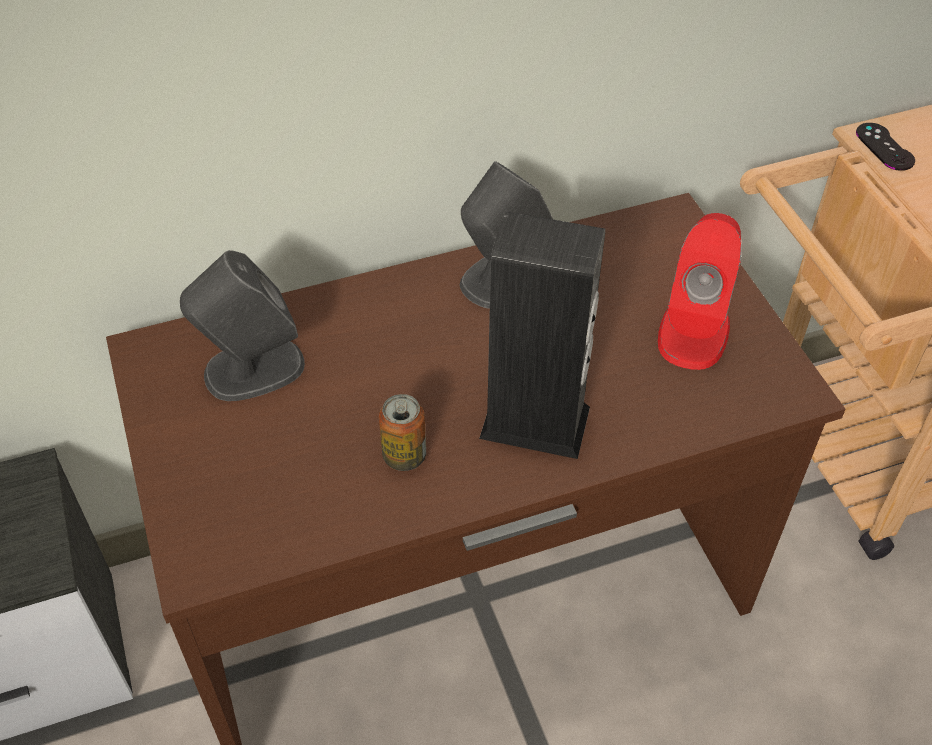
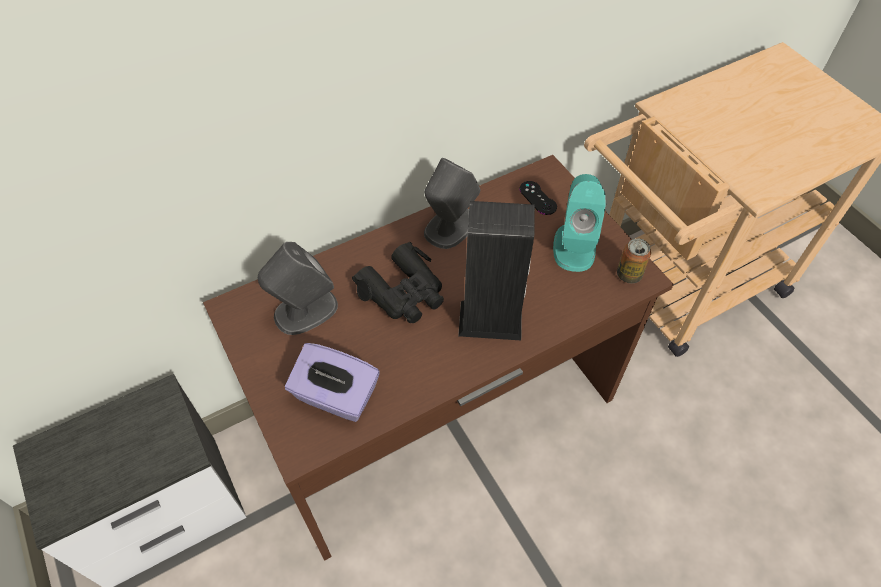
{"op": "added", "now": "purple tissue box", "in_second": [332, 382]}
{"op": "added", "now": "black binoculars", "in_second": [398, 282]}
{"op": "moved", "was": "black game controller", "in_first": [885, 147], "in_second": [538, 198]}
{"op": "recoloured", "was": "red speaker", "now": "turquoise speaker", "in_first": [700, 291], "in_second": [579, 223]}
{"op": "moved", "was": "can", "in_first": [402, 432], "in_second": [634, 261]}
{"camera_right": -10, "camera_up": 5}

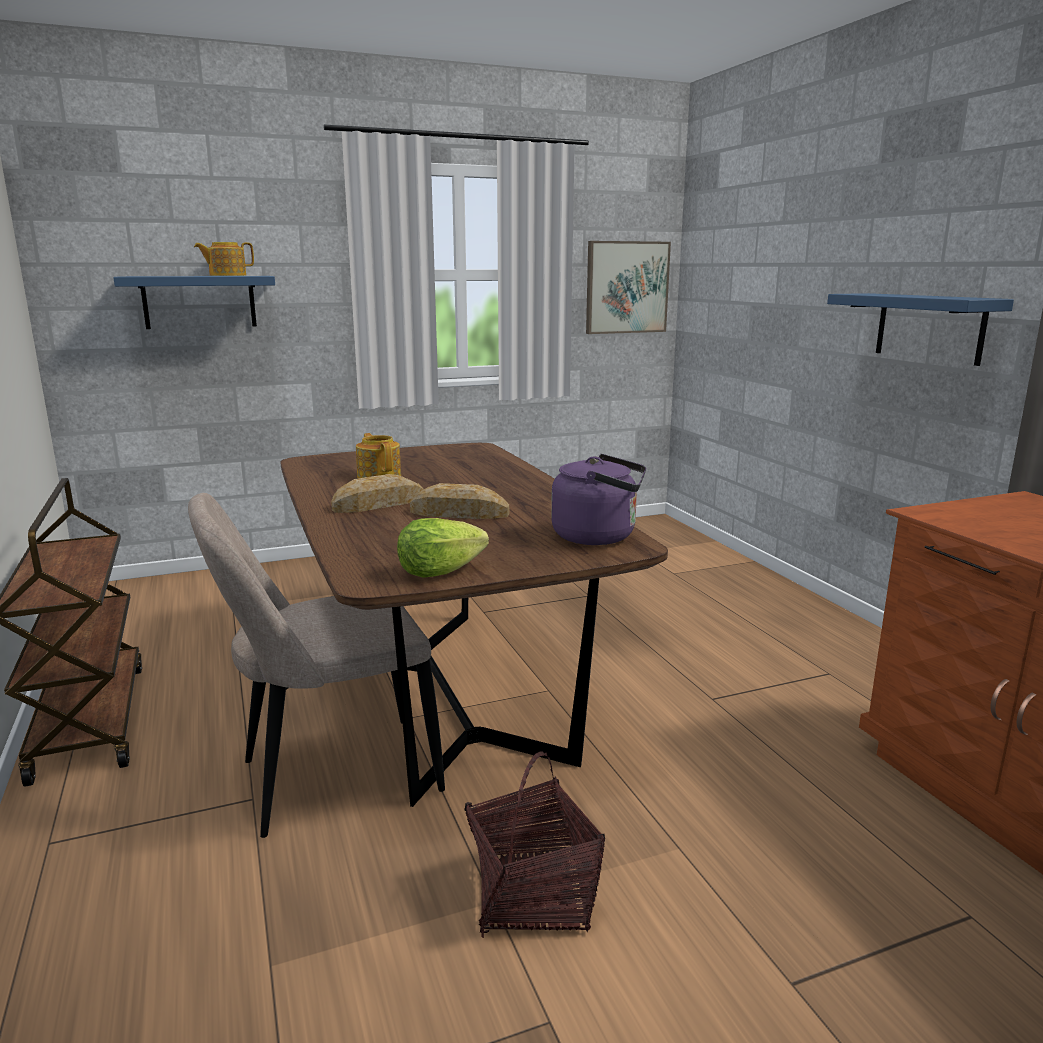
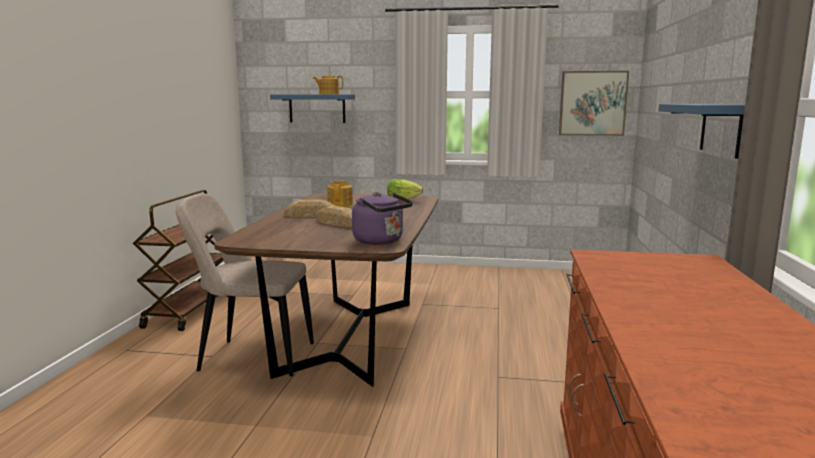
{"op": "moved", "was": "lettuce", "in_first": [443, 548], "in_second": [405, 190]}
{"op": "removed", "was": "basket", "in_first": [534, 845]}
{"camera_right": 30, "camera_up": -5}

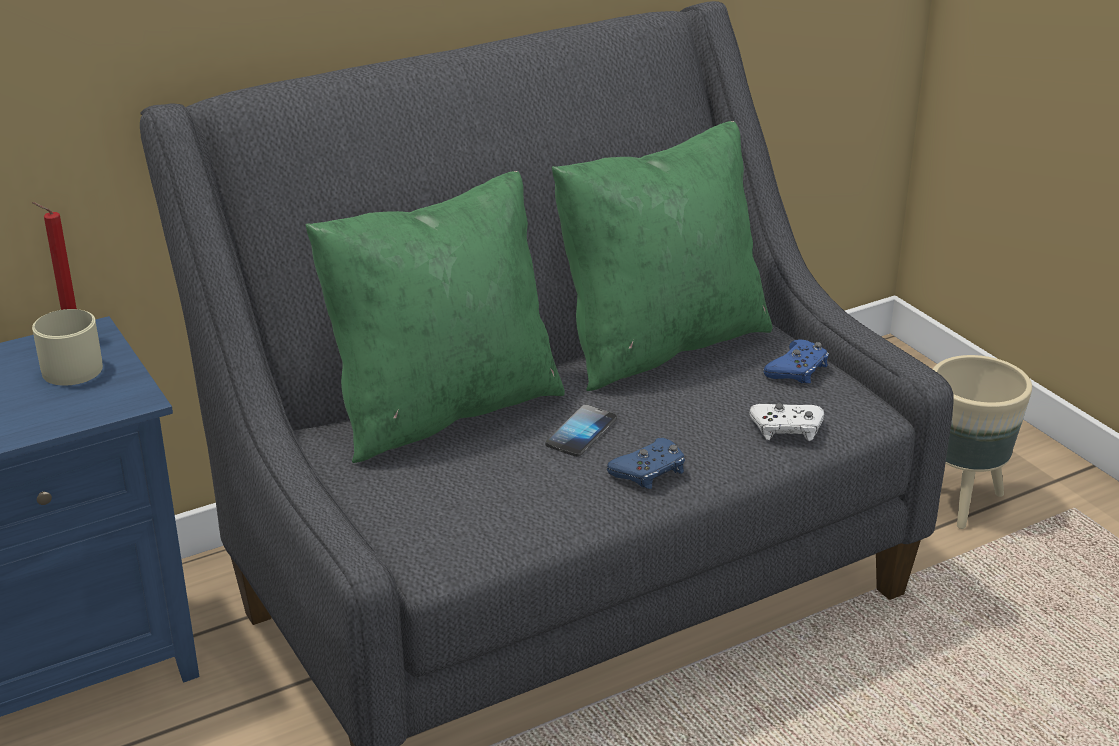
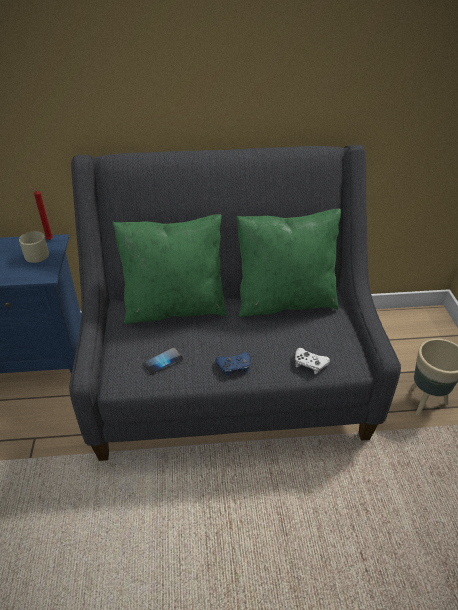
{"op": "moved", "was": "phone", "in_first": [581, 431], "in_second": [163, 361]}
{"op": "removed", "was": "blue game controller", "in_first": [796, 361]}
{"camera_right": 25, "camera_up": 10}

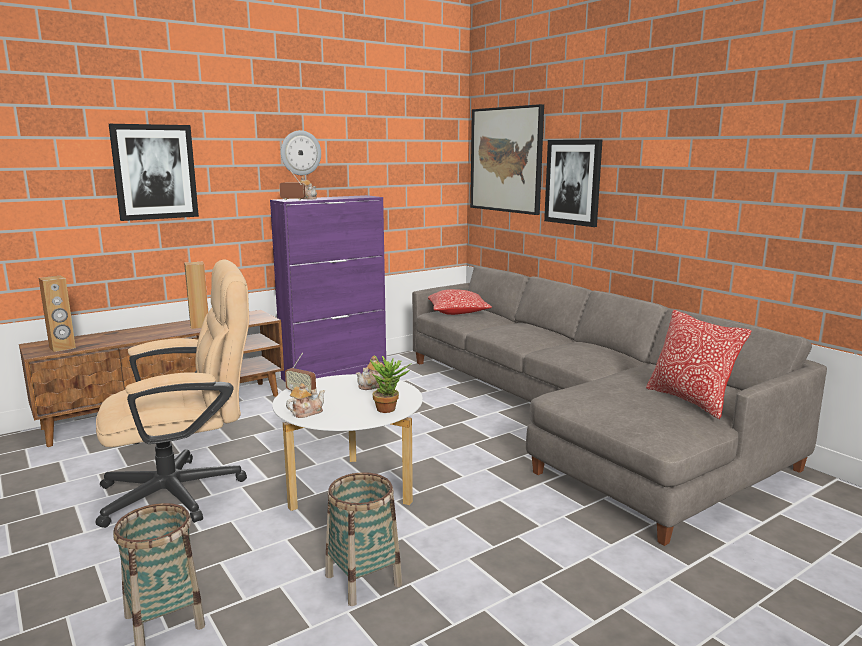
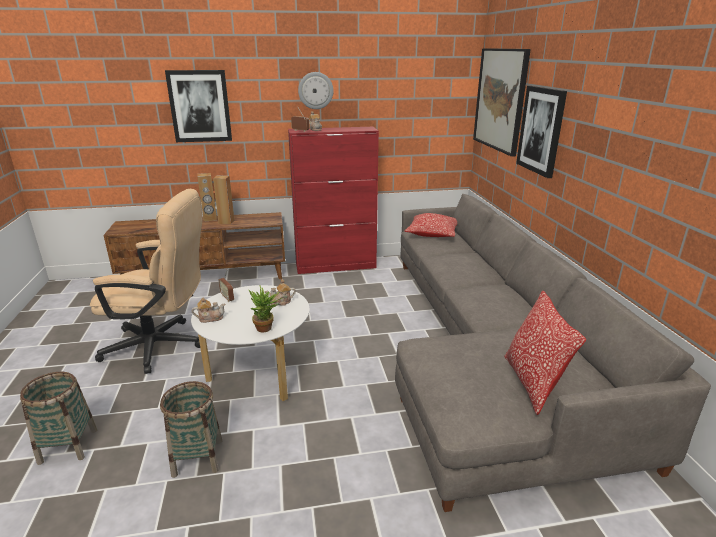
{"op": "moved", "was": "brown speaker", "in_first": [57, 314], "in_second": [207, 197]}
{"op": "recoloured", "was": "purple cabinet", "now": "red cabinet", "in_first": [328, 288], "in_second": [333, 200]}
{"camera_right": 25, "camera_up": 10}

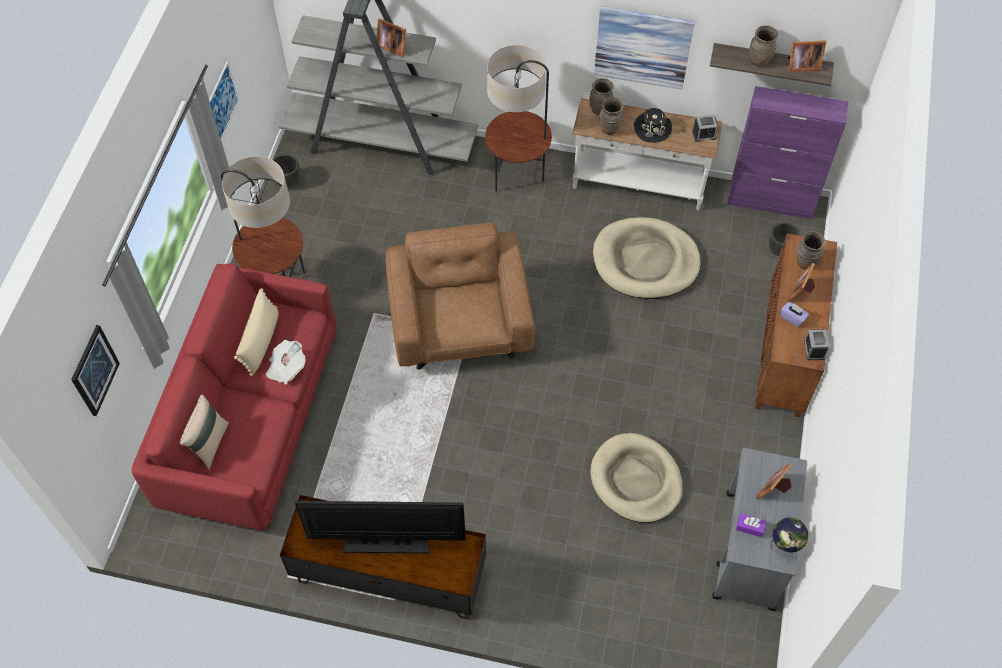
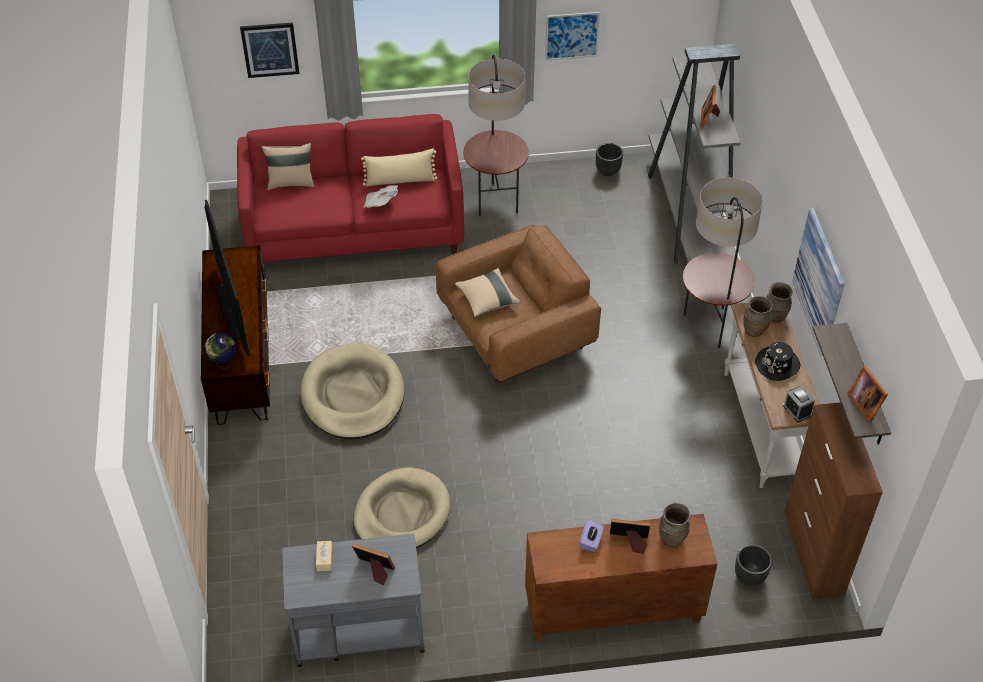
{"op": "moved", "was": "globe", "in_first": [789, 535], "in_second": [220, 351]}
{"op": "moved", "was": "beige dog bed", "in_first": [647, 258], "in_second": [352, 391]}
{"op": "recoloured", "was": "purple tissue box", "now": "beige tissue box", "in_first": [751, 525], "in_second": [324, 556]}
{"op": "added", "now": "beige pillow", "in_second": [487, 292]}
{"op": "recoloured", "was": "purple cabinet", "now": "brown cabinet", "in_first": [787, 152], "in_second": [833, 501]}
{"op": "removed", "was": "brown vase", "in_first": [763, 45]}
{"op": "removed", "was": "alarm clock", "in_first": [816, 344]}
{"camera_right": 70, "camera_up": -10}

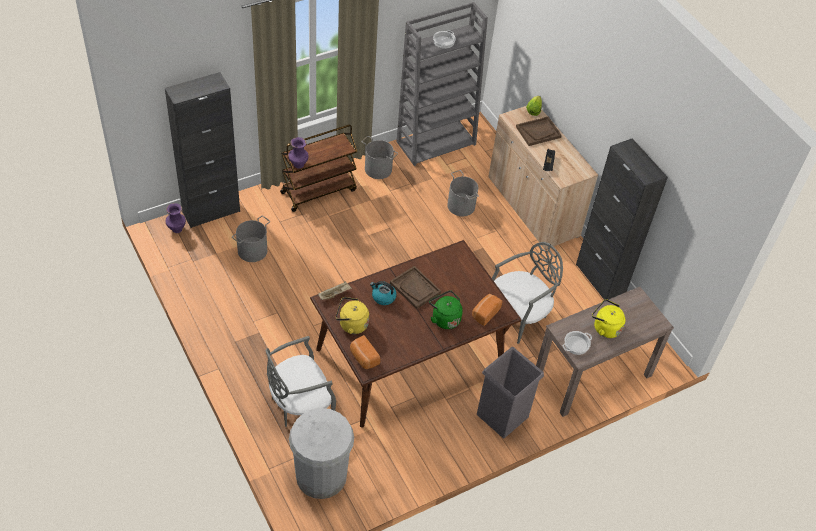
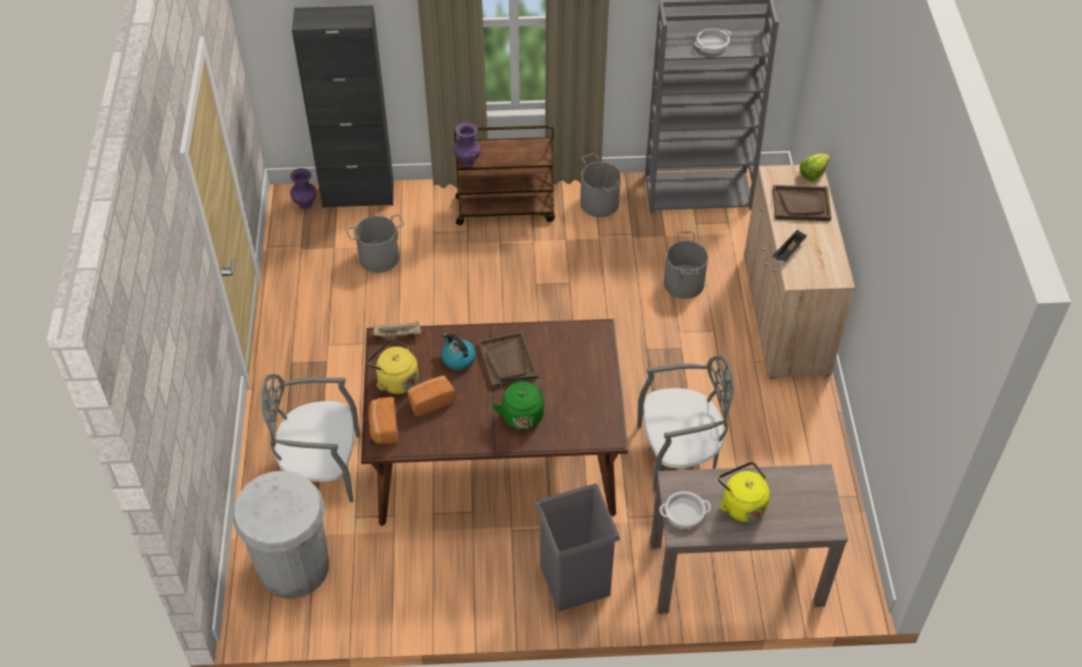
{"op": "moved", "was": "bread", "in_first": [487, 310], "in_second": [431, 396]}
{"op": "removed", "was": "black cabinet", "in_first": [622, 219]}
{"camera_right": 30, "camera_up": 0}

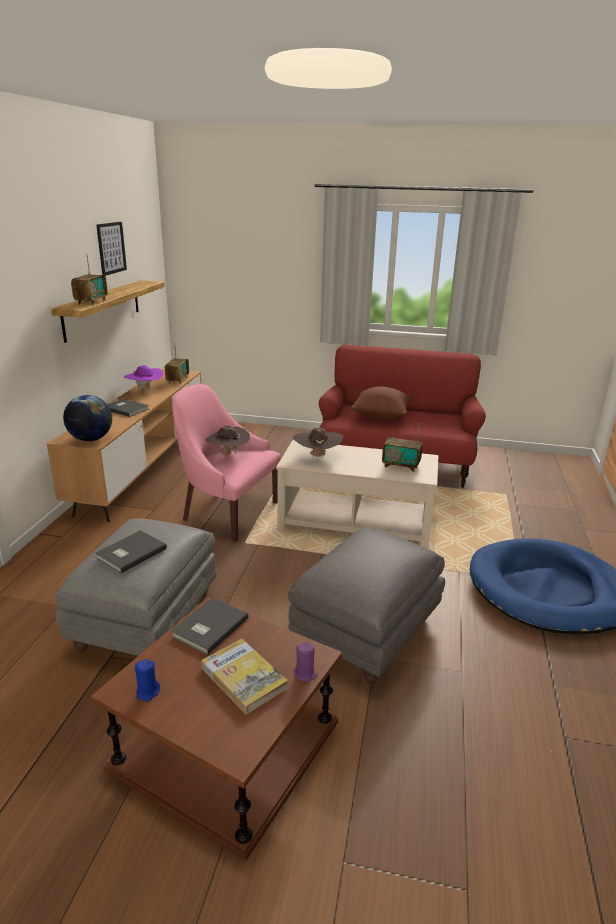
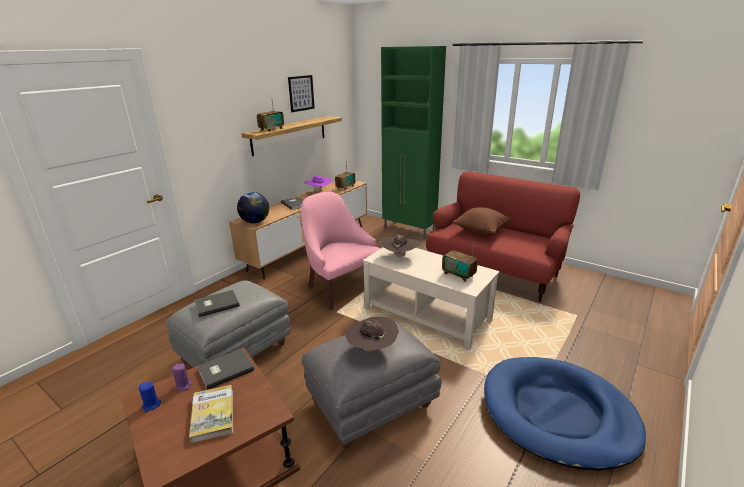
{"op": "moved", "was": "purple candle", "in_first": [305, 662], "in_second": [182, 377]}
{"op": "moved", "was": "brown hat", "in_first": [227, 440], "in_second": [372, 333]}
{"op": "added", "now": "green cabinet", "in_second": [413, 142]}
{"camera_right": 25, "camera_up": 0}

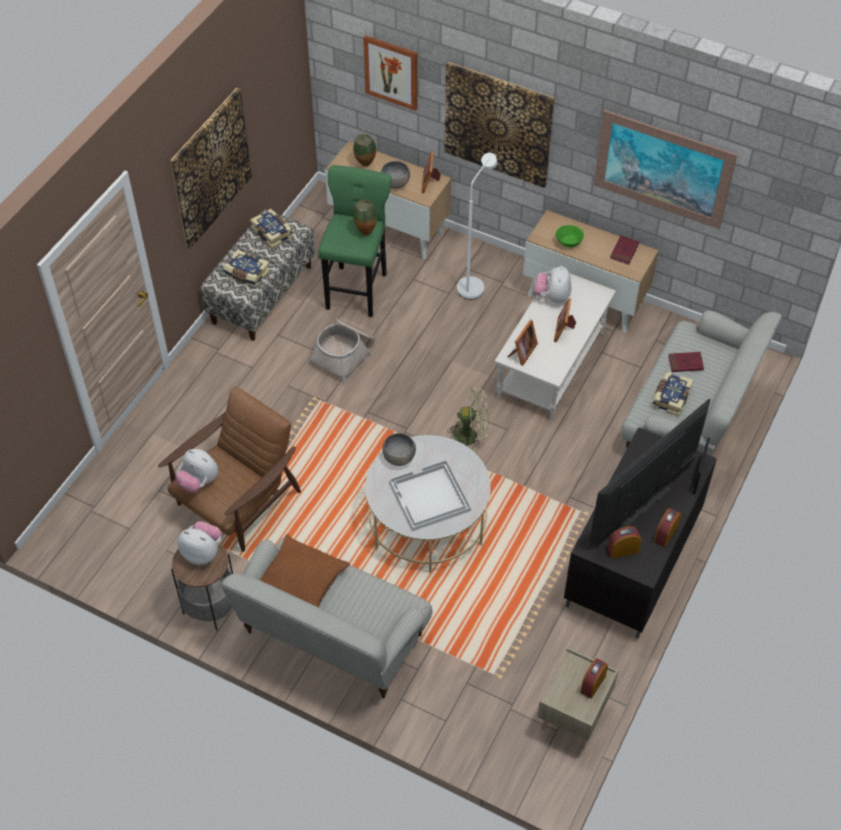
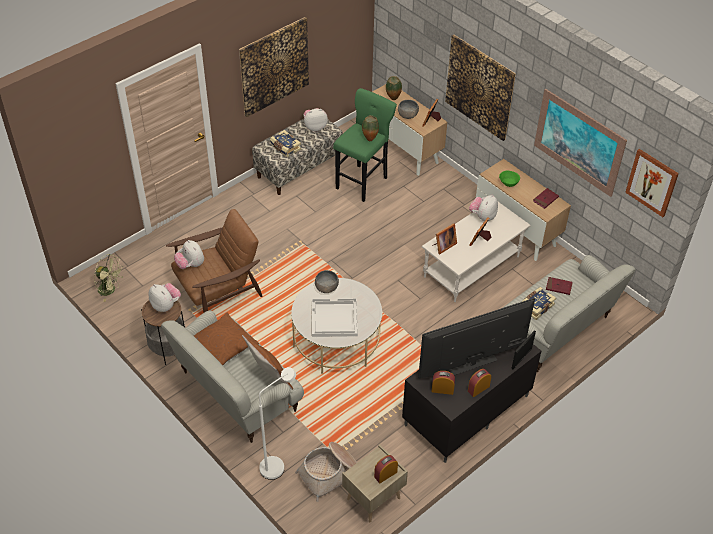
{"op": "moved", "was": "green fan", "in_first": [468, 420], "in_second": [109, 278]}
{"op": "added", "now": "brown pillow", "in_second": [267, 362]}
{"op": "moved", "was": "white floor lamp", "in_first": [477, 226], "in_second": [277, 423]}
{"op": "moved", "was": "basket", "in_first": [341, 351], "in_second": [326, 472]}
{"op": "replaced", "was": "book", "now": "plush toy", "in_first": [271, 229], "in_second": [316, 119]}
{"op": "moved", "was": "picture", "in_first": [390, 73], "in_second": [652, 183]}
{"camera_right": 20, "camera_up": -5}

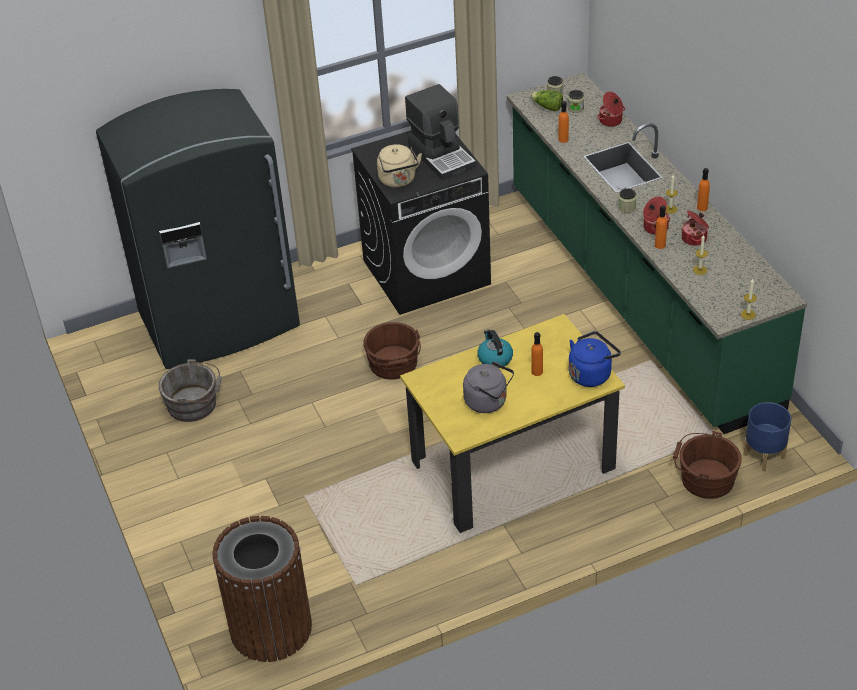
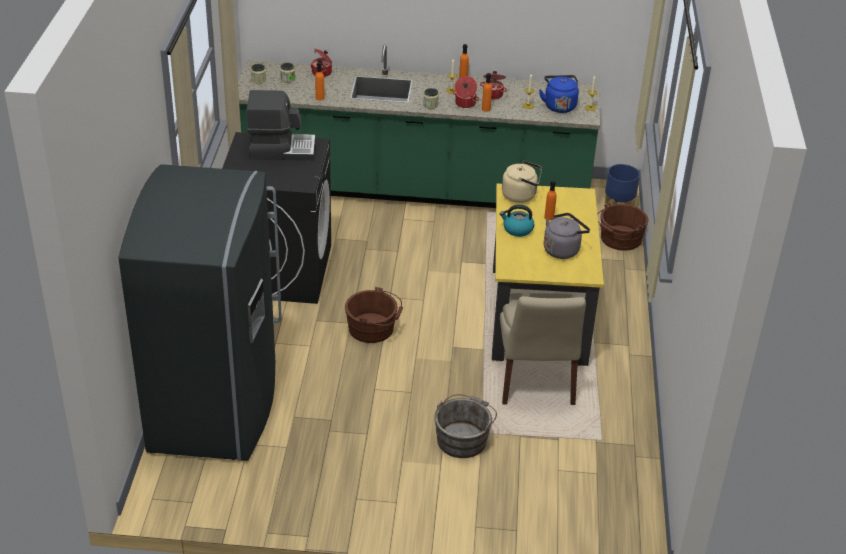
{"op": "moved", "was": "grey bucket", "in_first": [190, 390], "in_second": [465, 426]}
{"op": "added", "now": "beige chair", "in_second": [543, 349]}
{"op": "moved", "was": "beige kettle", "in_first": [399, 165], "in_second": [522, 182]}
{"op": "moved", "was": "blue kettle", "in_first": [595, 359], "in_second": [559, 94]}
{"op": "removed", "was": "brown trash can", "in_first": [262, 589]}
{"op": "removed", "was": "lettuce", "in_first": [546, 100]}
{"camera_right": -65, "camera_up": -5}

